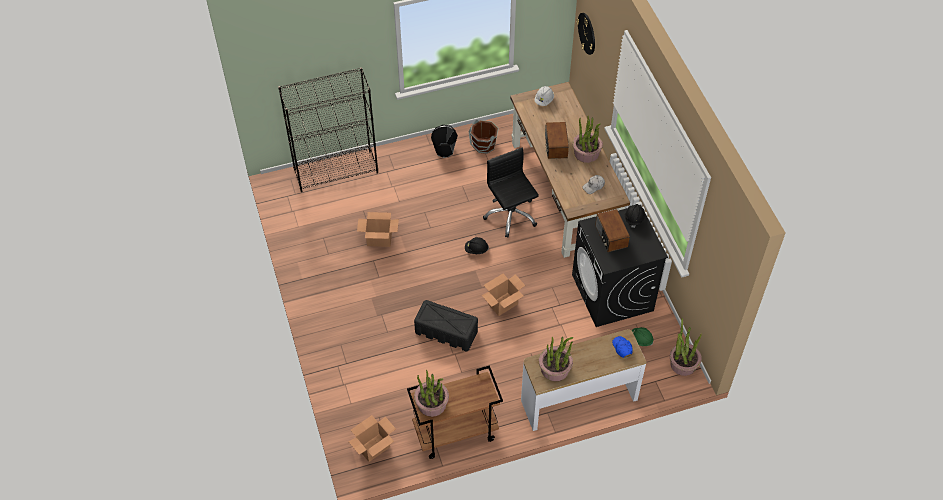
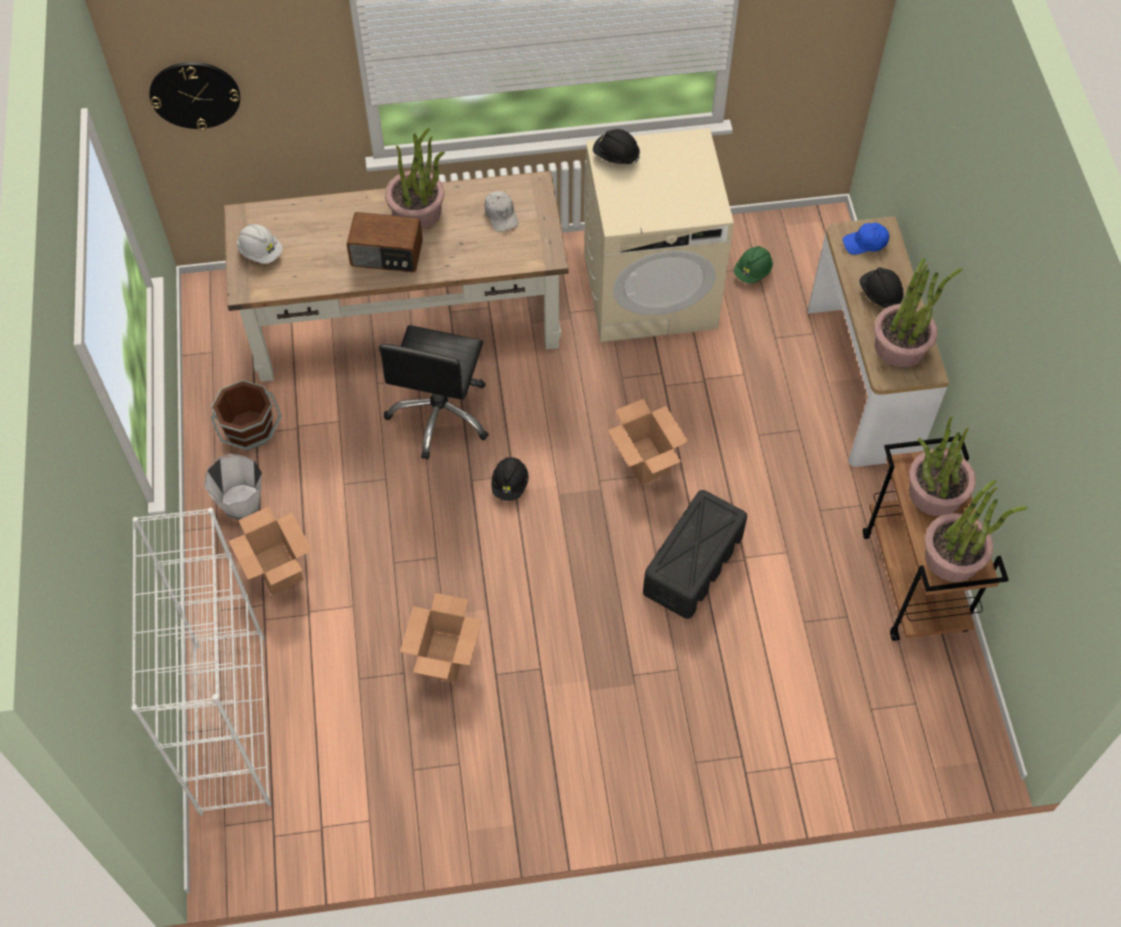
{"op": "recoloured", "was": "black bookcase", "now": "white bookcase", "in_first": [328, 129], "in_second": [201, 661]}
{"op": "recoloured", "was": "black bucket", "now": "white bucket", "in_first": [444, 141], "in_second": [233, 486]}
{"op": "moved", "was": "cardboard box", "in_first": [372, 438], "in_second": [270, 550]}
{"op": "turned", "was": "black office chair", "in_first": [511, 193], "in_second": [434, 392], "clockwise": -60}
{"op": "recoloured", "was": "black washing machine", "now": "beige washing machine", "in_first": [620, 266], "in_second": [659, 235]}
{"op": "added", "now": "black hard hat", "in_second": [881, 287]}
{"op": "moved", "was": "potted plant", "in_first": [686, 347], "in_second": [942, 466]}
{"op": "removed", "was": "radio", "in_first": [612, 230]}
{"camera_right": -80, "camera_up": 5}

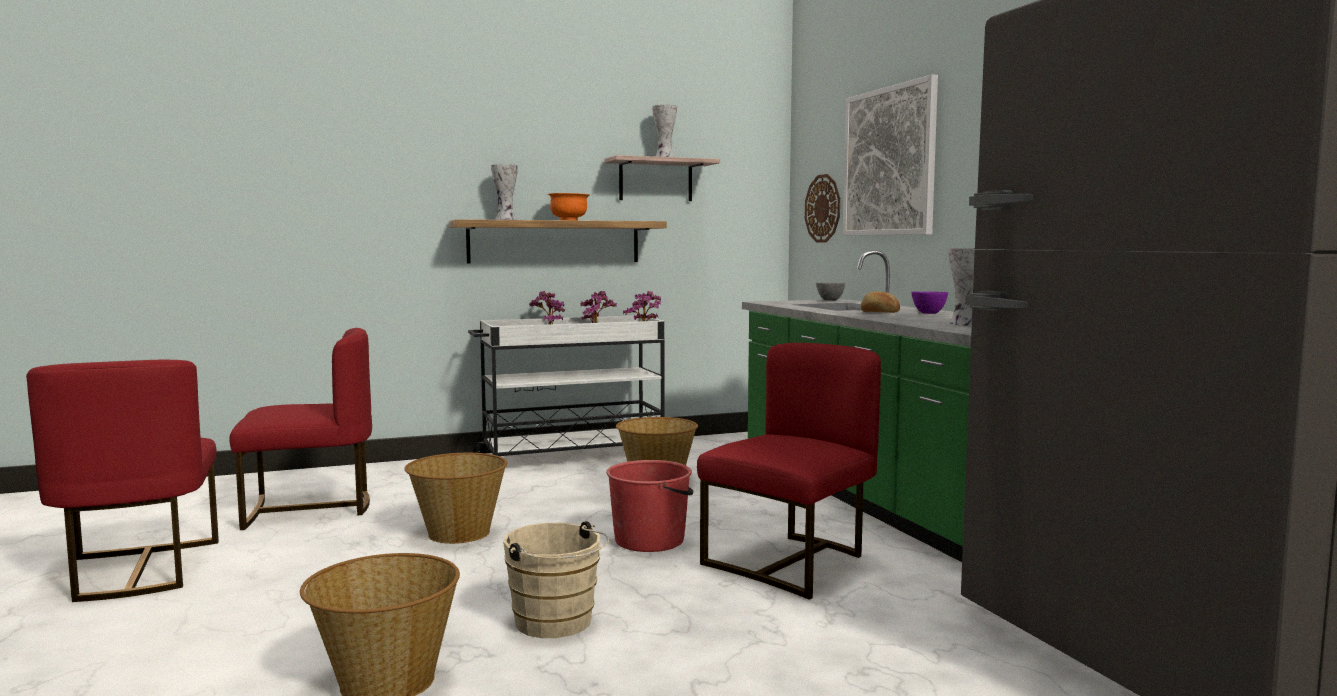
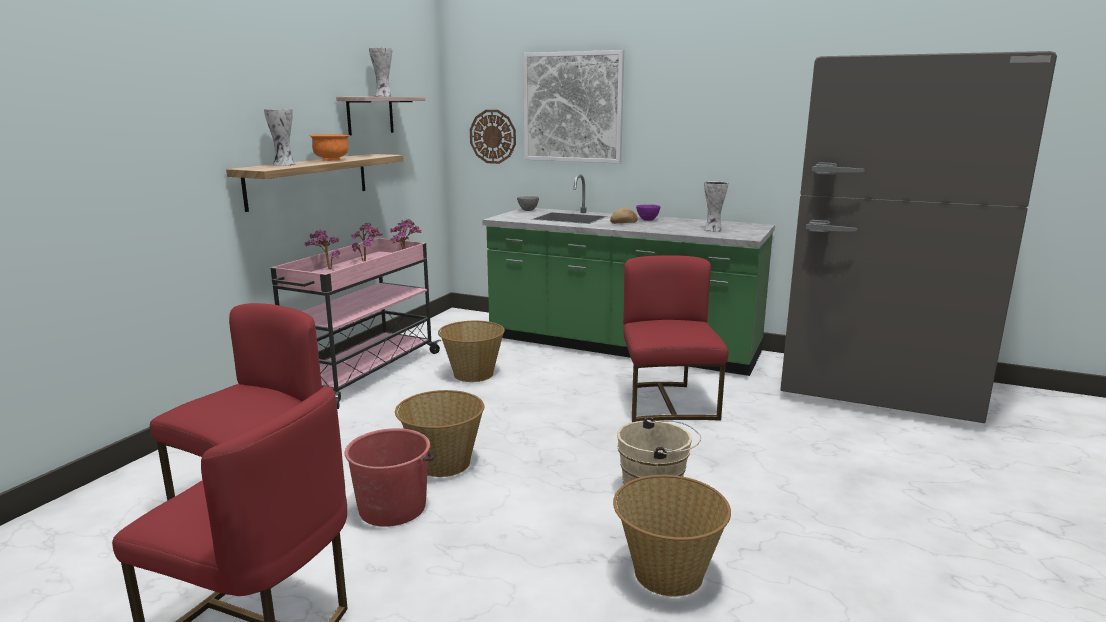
{"op": "recoloured", "was": "white cart", "now": "pink cart", "in_first": [566, 386], "in_second": [356, 323]}
{"op": "moved", "was": "red bucket", "in_first": [650, 506], "in_second": [389, 477]}
{"camera_right": -45, "camera_up": 10}

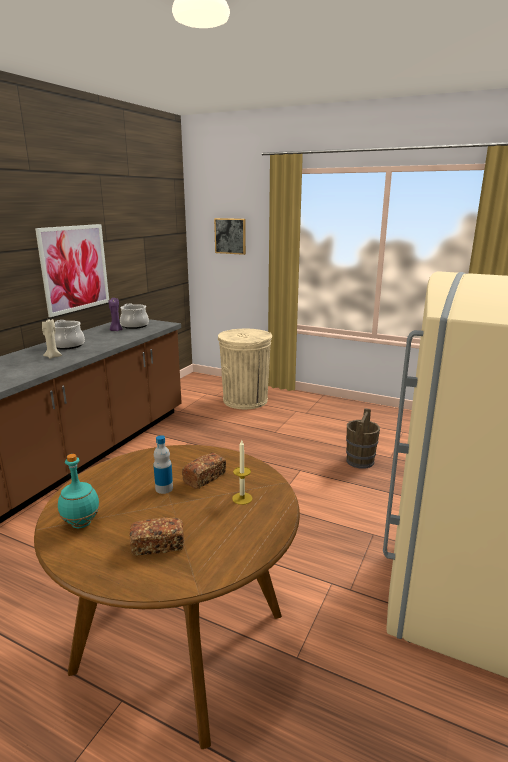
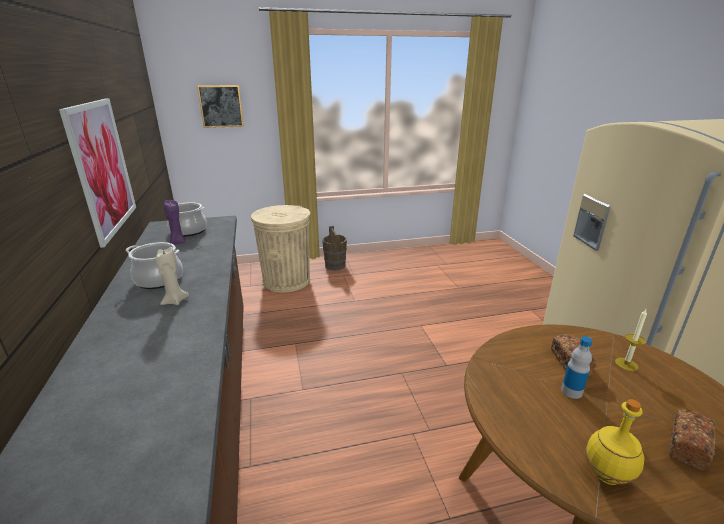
{"op": "moved", "was": "brown bucket", "in_first": [363, 438], "in_second": [334, 248]}
{"op": "recoloured", "was": "turquoise bottle", "now": "yellow bottle", "in_first": [79, 491], "in_second": [614, 442]}
{"camera_right": -40, "camera_up": 5}

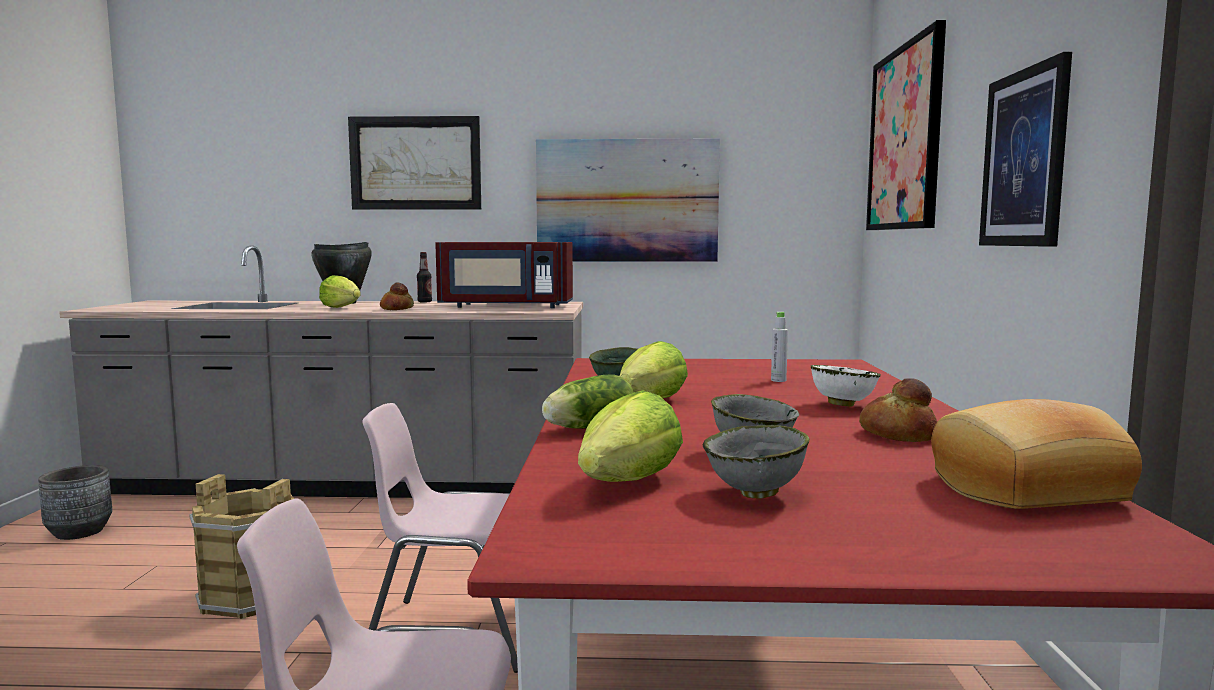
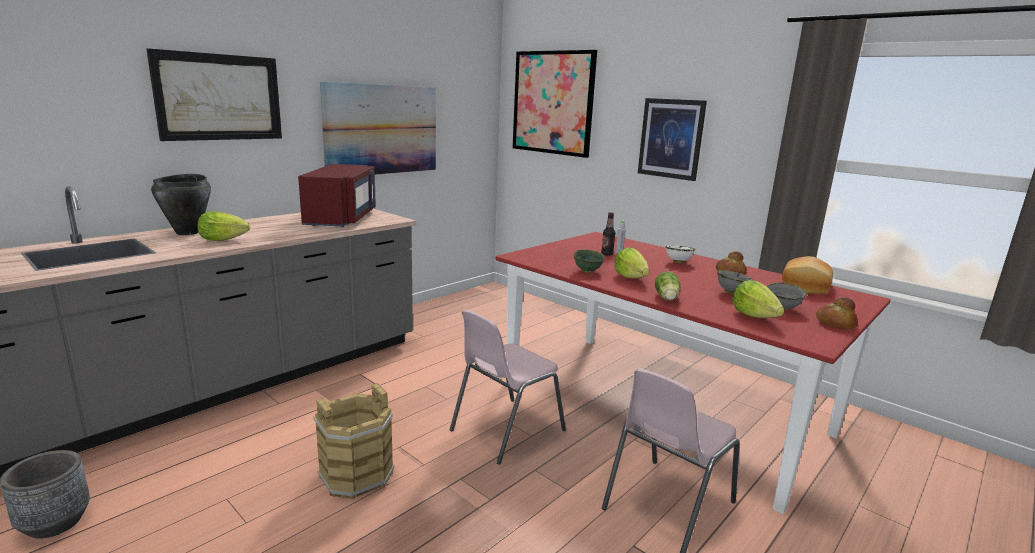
{"op": "turned", "was": "red microwave", "in_first": [504, 275], "in_second": [337, 195], "clockwise": -45}
{"op": "moved", "was": "bottle", "in_first": [424, 277], "in_second": [608, 233]}
{"op": "moved", "was": "bread", "in_first": [397, 296], "in_second": [837, 313]}
{"camera_right": -50, "camera_up": 10}

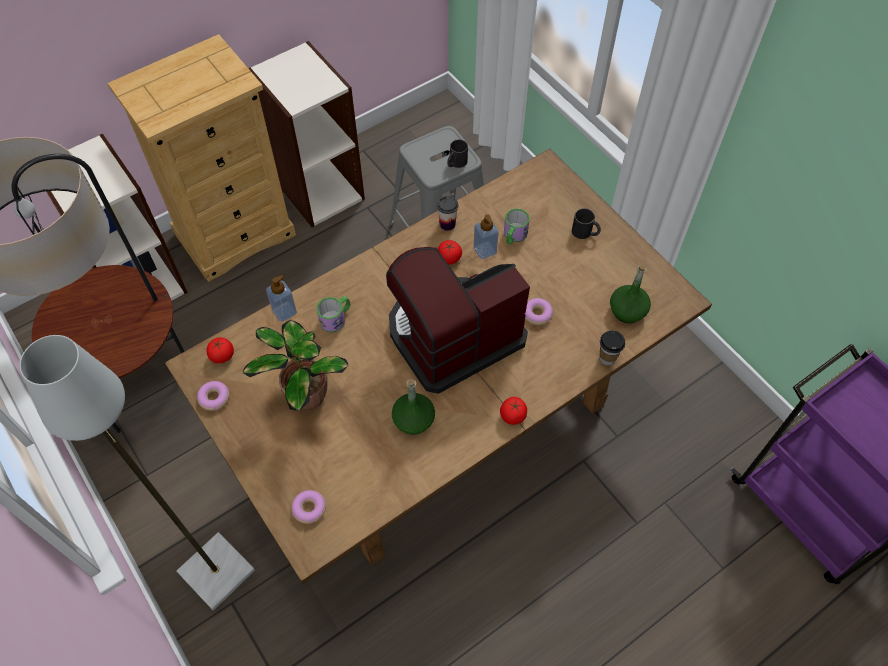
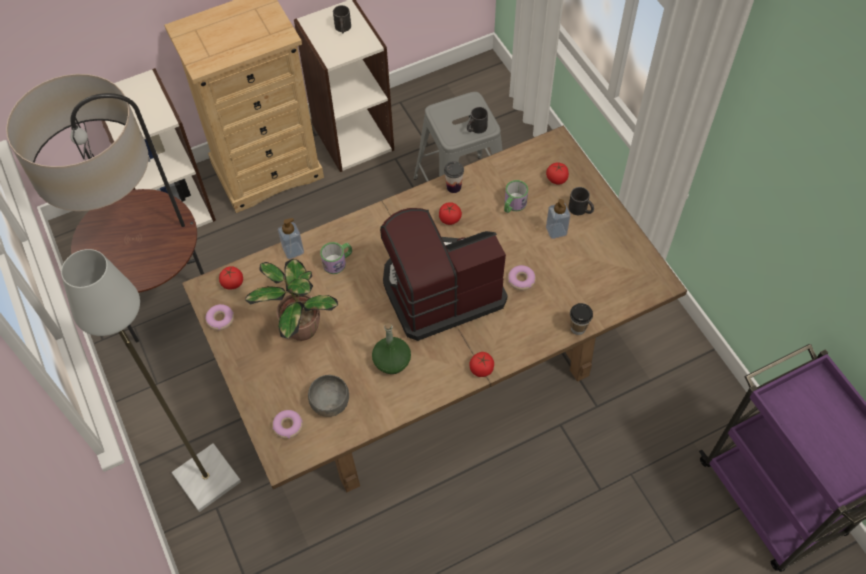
{"op": "added", "now": "grey bowl", "in_second": [328, 396]}
{"op": "added", "now": "black mug", "in_second": [342, 19]}
{"op": "added", "now": "tomato", "in_second": [557, 173]}
{"op": "moved", "was": "soap dispenser", "in_first": [486, 236], "in_second": [558, 219]}
{"op": "removed", "was": "green bottle", "in_first": [630, 293]}
{"camera_right": 10, "camera_up": 0}

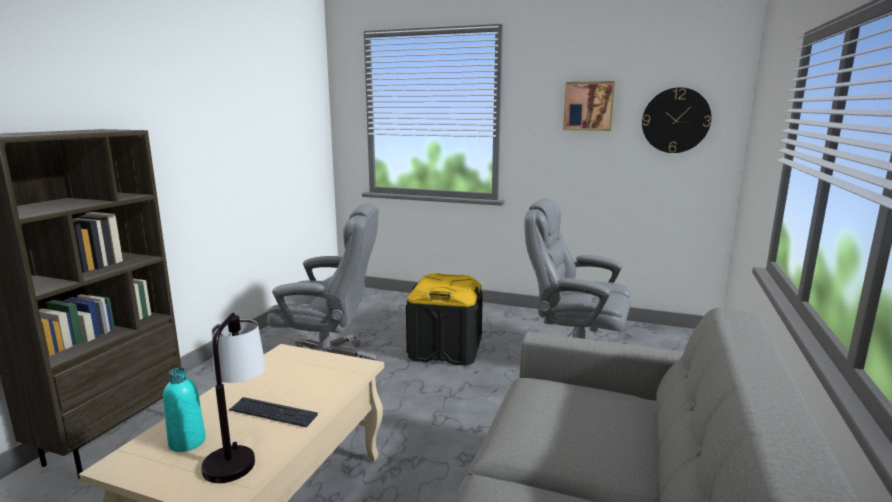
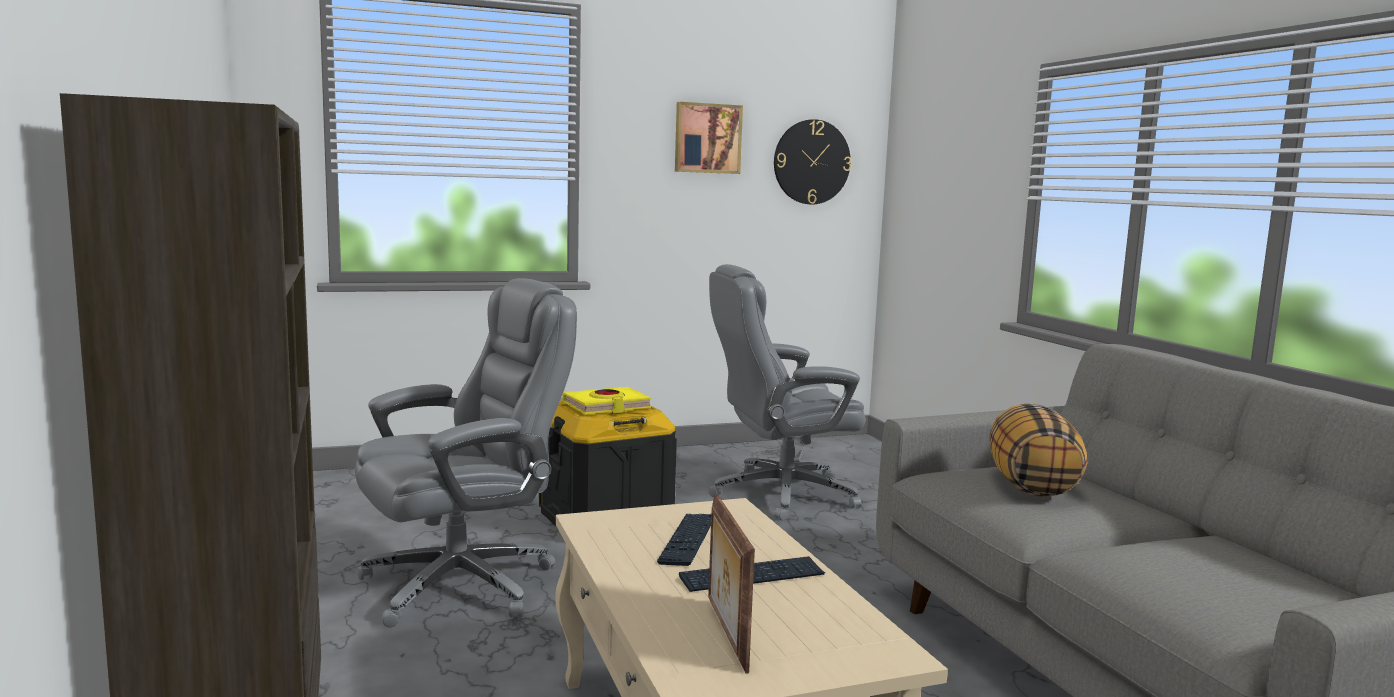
{"op": "added", "now": "yellow book", "in_second": [606, 401]}
{"op": "added", "now": "keyboard", "in_second": [684, 540]}
{"op": "replaced", "was": "turquoise bottle", "now": "picture frame", "in_first": [184, 409], "in_second": [731, 584]}
{"op": "added", "now": "pillow", "in_second": [1038, 450]}
{"op": "removed", "was": "table lamp", "in_first": [233, 398]}
{"camera_right": -40, "camera_up": -5}

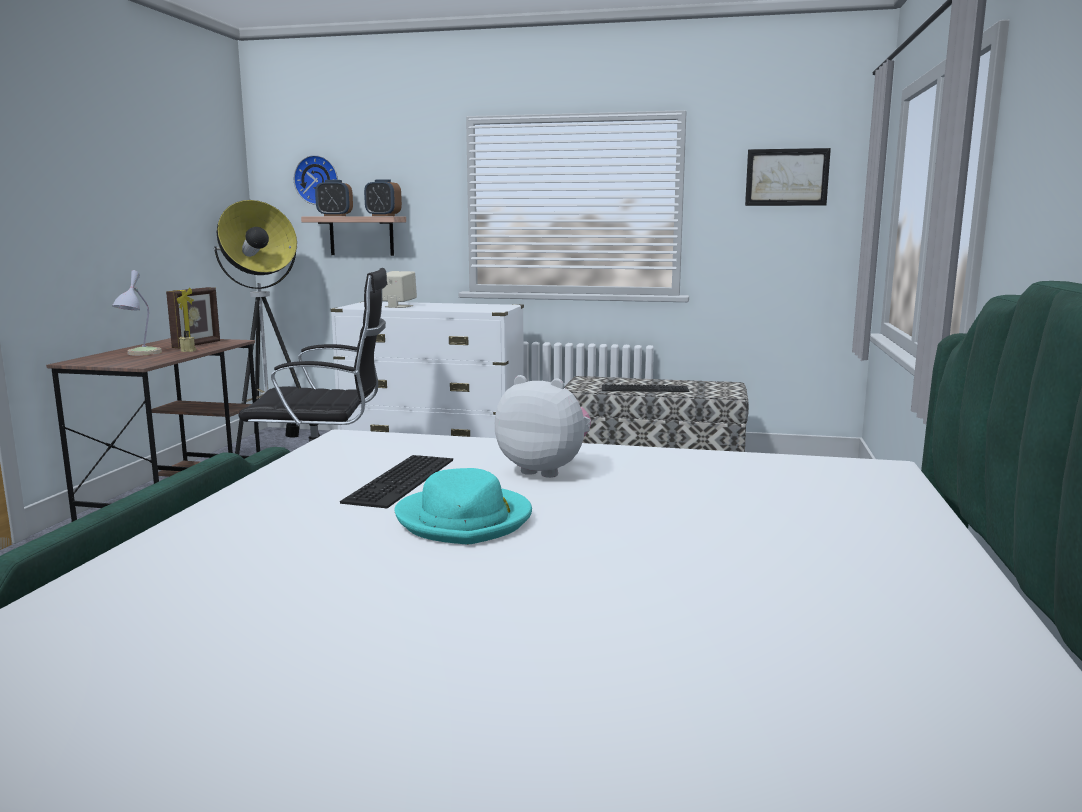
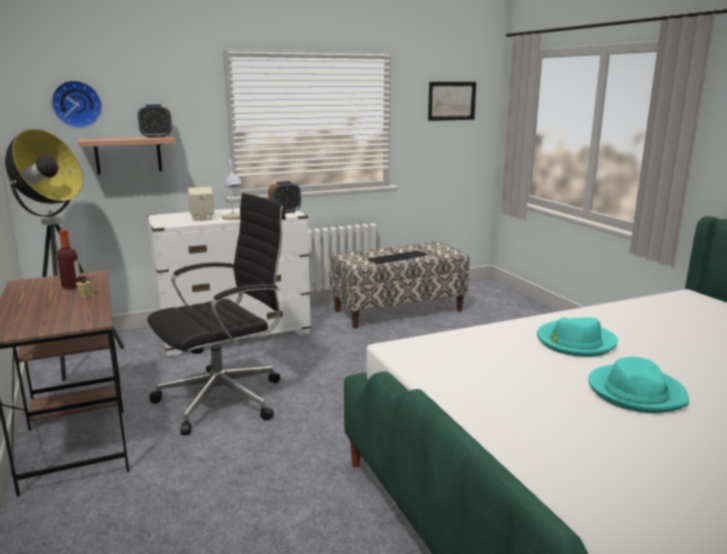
{"op": "replaced", "was": "picture frame", "now": "bottle", "in_first": [193, 317], "in_second": [69, 259]}
{"op": "moved", "was": "table lamp", "in_first": [137, 313], "in_second": [232, 189]}
{"op": "moved", "was": "alarm clock", "in_first": [334, 198], "in_second": [284, 197]}
{"op": "replaced", "was": "plush toy", "now": "turquoise hat", "in_first": [543, 426], "in_second": [577, 337]}
{"op": "removed", "was": "keyboard", "in_first": [396, 481]}
{"camera_right": -35, "camera_up": 5}

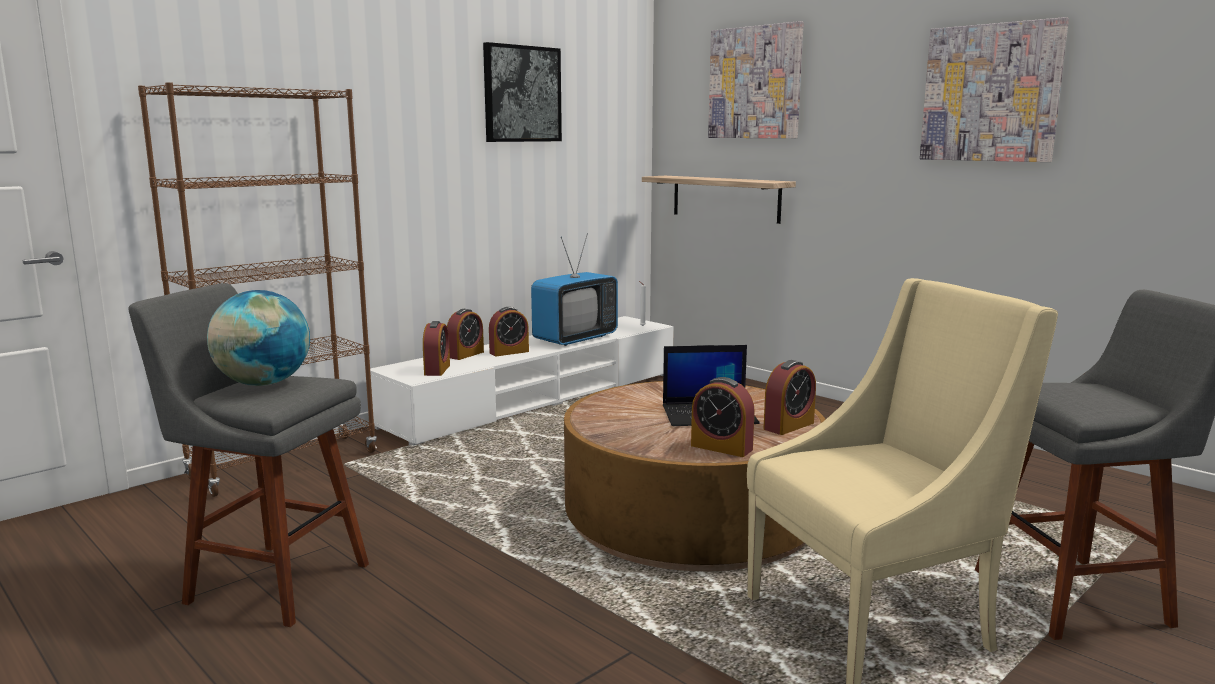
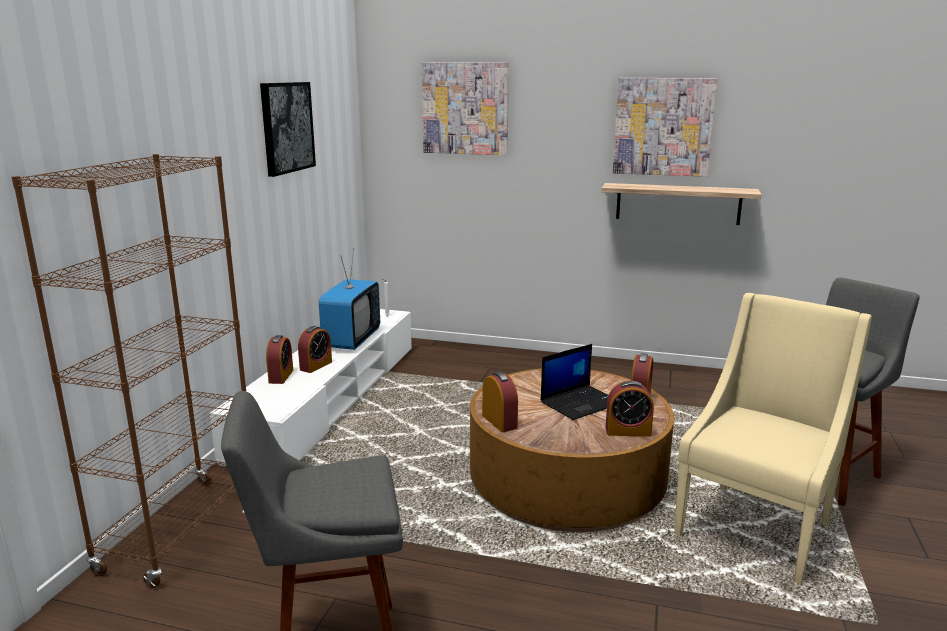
{"op": "moved", "was": "alarm clock", "in_first": [436, 348], "in_second": [500, 402]}
{"op": "moved", "was": "shelf", "in_first": [719, 200], "in_second": [681, 204]}
{"op": "removed", "was": "globe", "in_first": [258, 338]}
{"camera_right": -30, "camera_up": 5}

